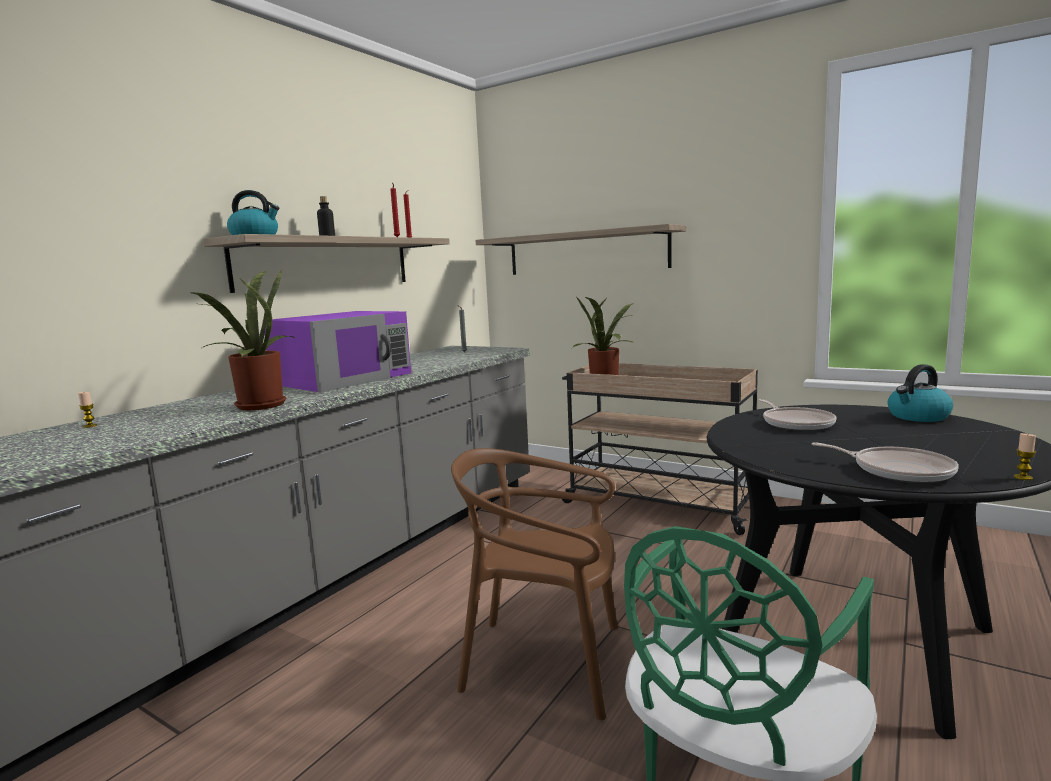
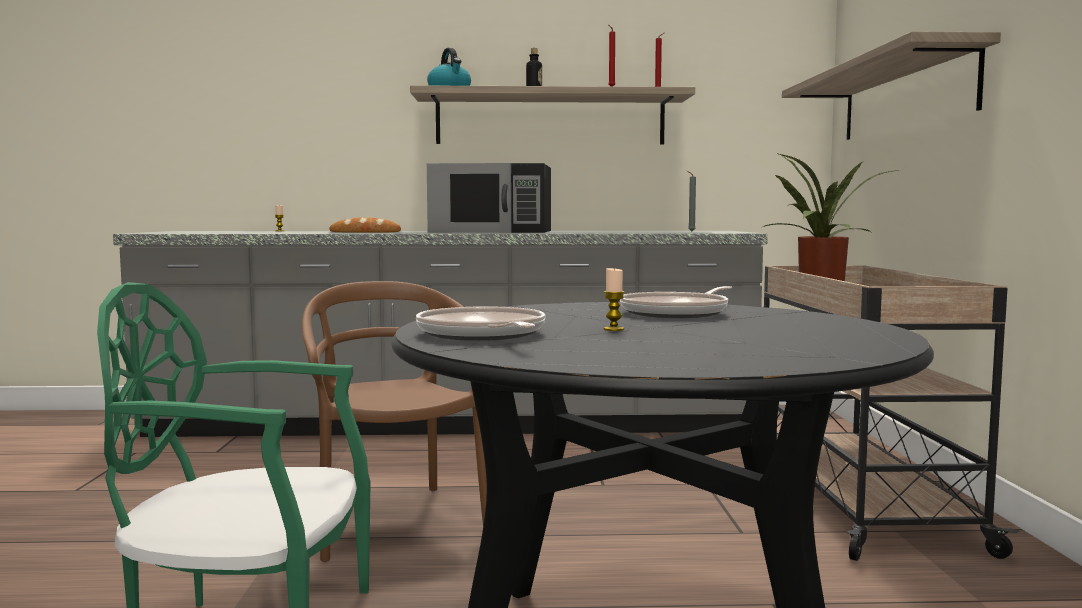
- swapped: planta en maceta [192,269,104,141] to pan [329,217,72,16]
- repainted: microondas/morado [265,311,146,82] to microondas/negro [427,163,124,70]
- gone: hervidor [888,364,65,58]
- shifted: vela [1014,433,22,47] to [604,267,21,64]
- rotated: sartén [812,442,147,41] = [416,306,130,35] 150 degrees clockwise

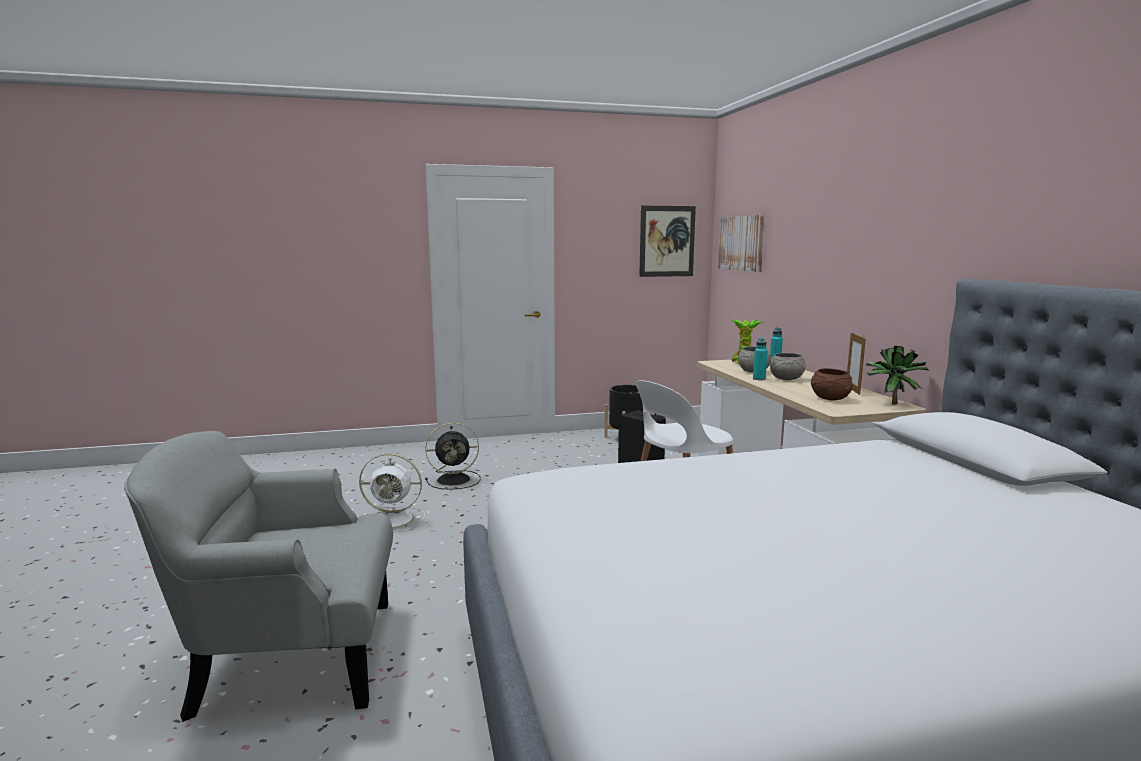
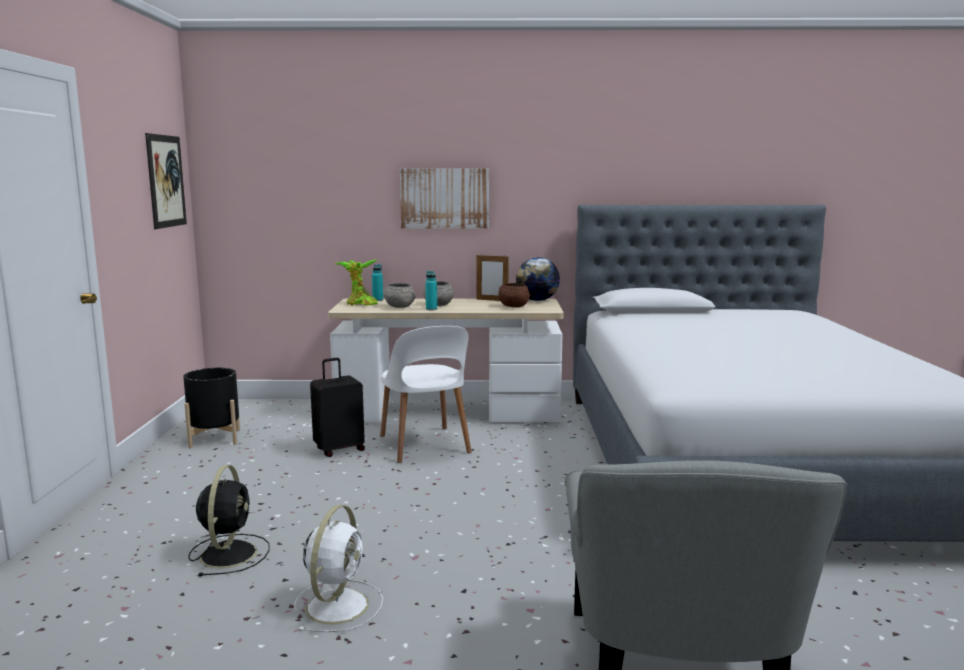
- shifted: cuadro [718,215,47,57] to [400,169,89,60]
- swapped: planta en maceta [865,346,63,59] to globo terráqueo [516,257,44,44]

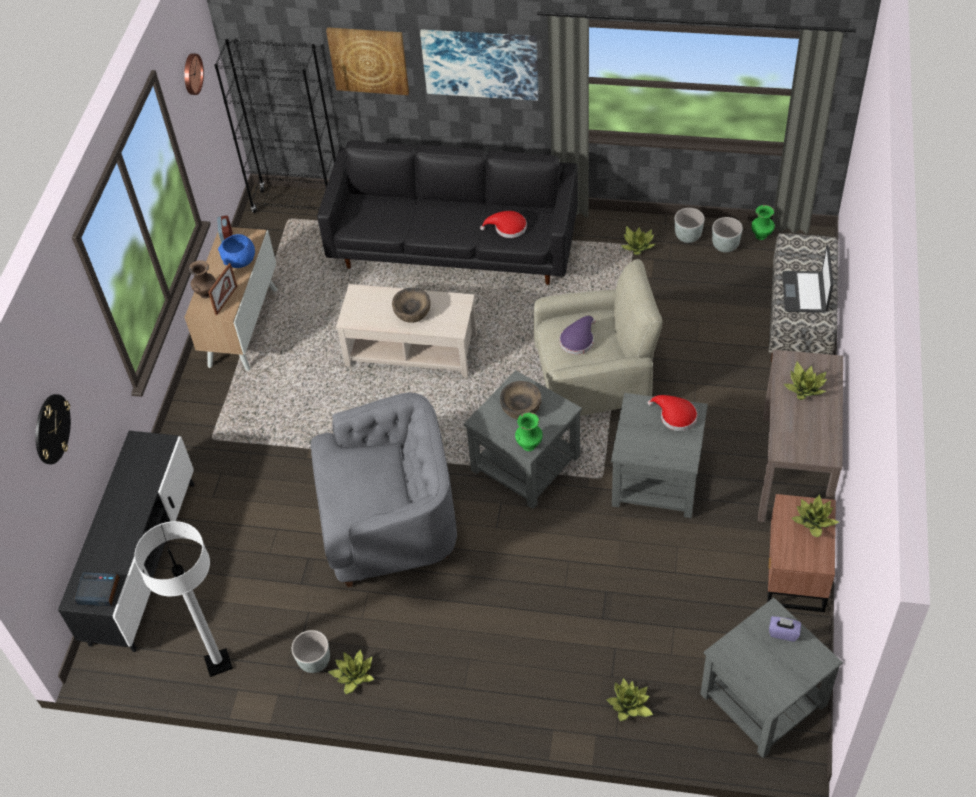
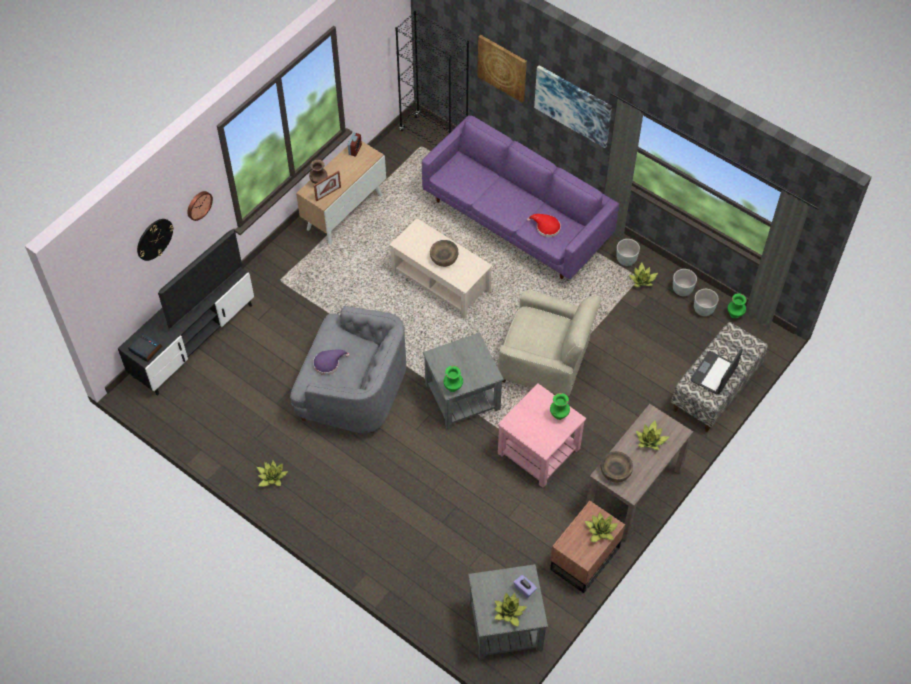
- shifted: reloj de pared [184,53,20,42] to [187,191,26,30]
- repainted: sofá/negro [317,140,261,145] to sofá/morado [422,115,197,164]
- gone: cuenco/azul [218,234,37,34]
- shifted: sombrero/morado [560,316,35,39] to [313,349,36,26]
- shifted: cuenco/marrón [500,381,41,38] to [600,451,33,32]
- repainted: mesa auxiliar/gris [611,393,97,125] to mesa auxiliar/rosa [497,384,89,104]
- swapped: sombrero/rojo [648,395,49,36] to florero/verde [550,393,20,27]
- gone: lámpara de pie/blanco [134,521,99,156]
- shifted: maceta/gris [292,630,38,43] to [616,239,24,27]
- shifted: planta en maceta [607,678,46,43] to [494,593,33,34]
- new: televisor [158,228,84,101]

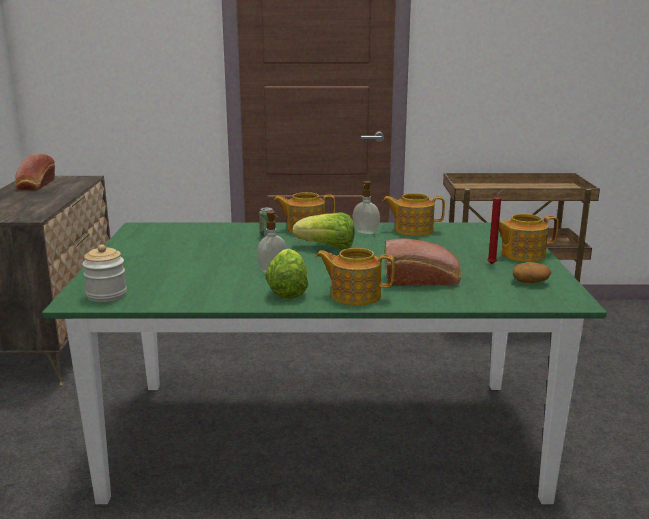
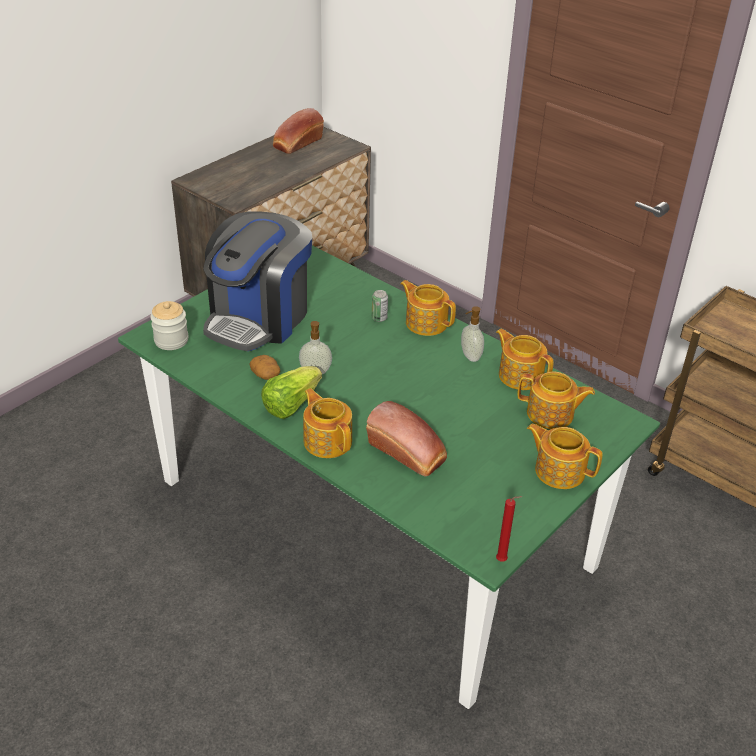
- shifted: vela/rojo [488,189,16,75] to [496,496,26,65]
- gone: lechuga [293,212,62,37]
- shifted: patata [513,262,38,21] to [250,355,30,25]
- new: cafetera [203,211,109,140]
- new: tetera [517,372,78,57]

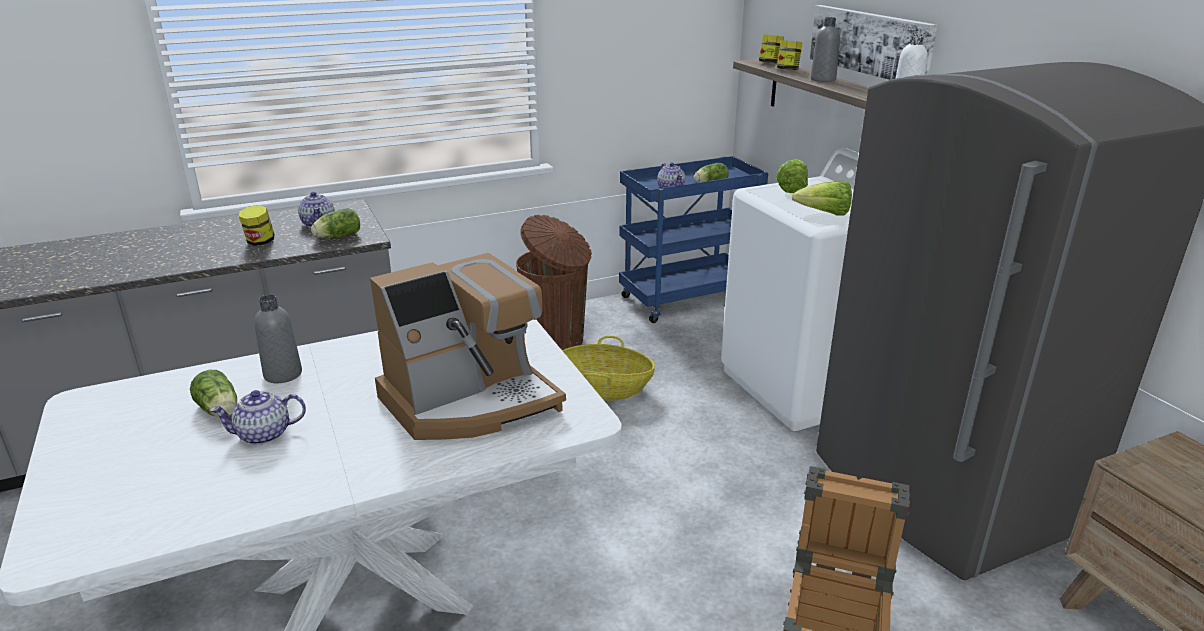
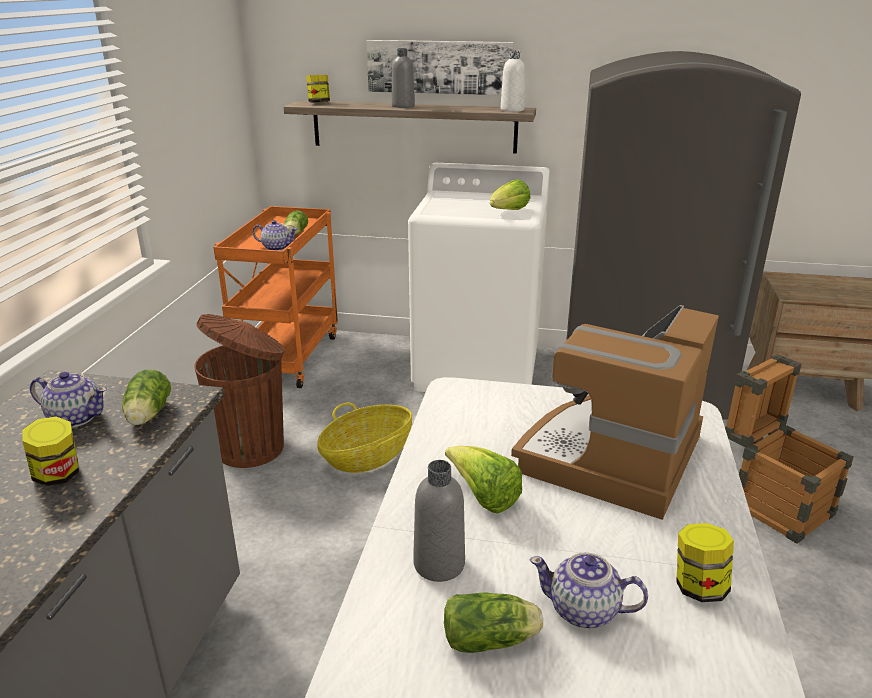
- shifted: tarro [777,40,26,30] to [676,523,58,79]
- repainted: carrito/azul [619,156,149,167] to carrito/naranja [213,206,125,182]
- shifted: lechuga [776,159,32,34] to [445,446,77,68]
- rotated: cafetera [370,253,196,187] = [511,305,208,215] 150 degrees counterclockwise
- rotated: tetera [210,390,96,55] = [530,552,118,77] 90 degrees clockwise

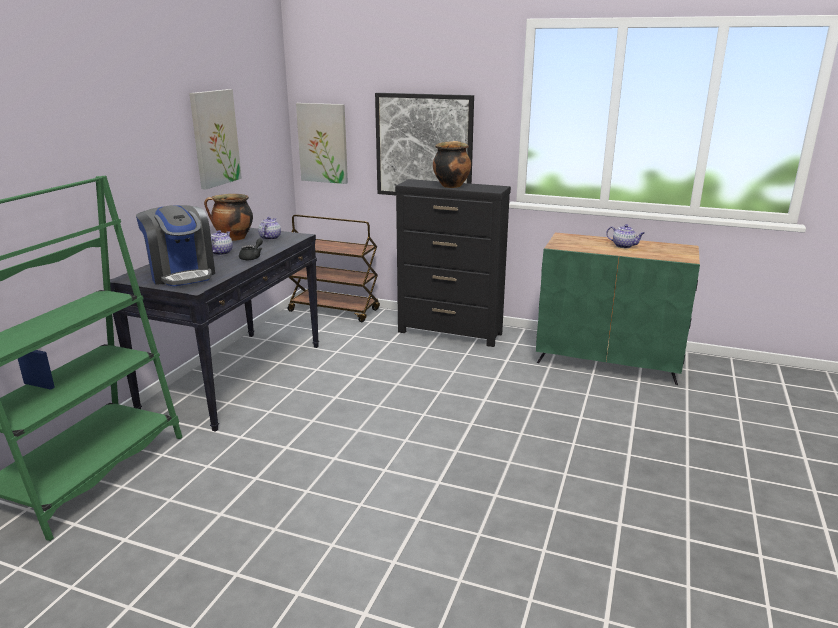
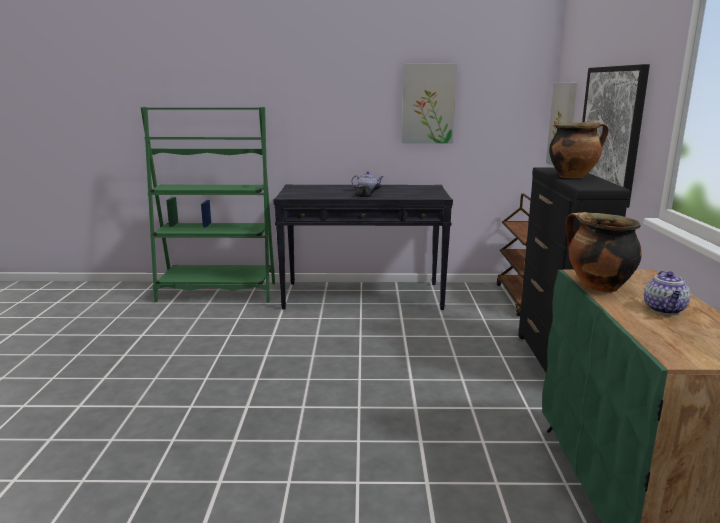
- shifted: olla [204,194,49,47] to [566,212,76,80]
- gone: cafetera [136,205,79,81]
- gone: tetera [258,217,23,23]

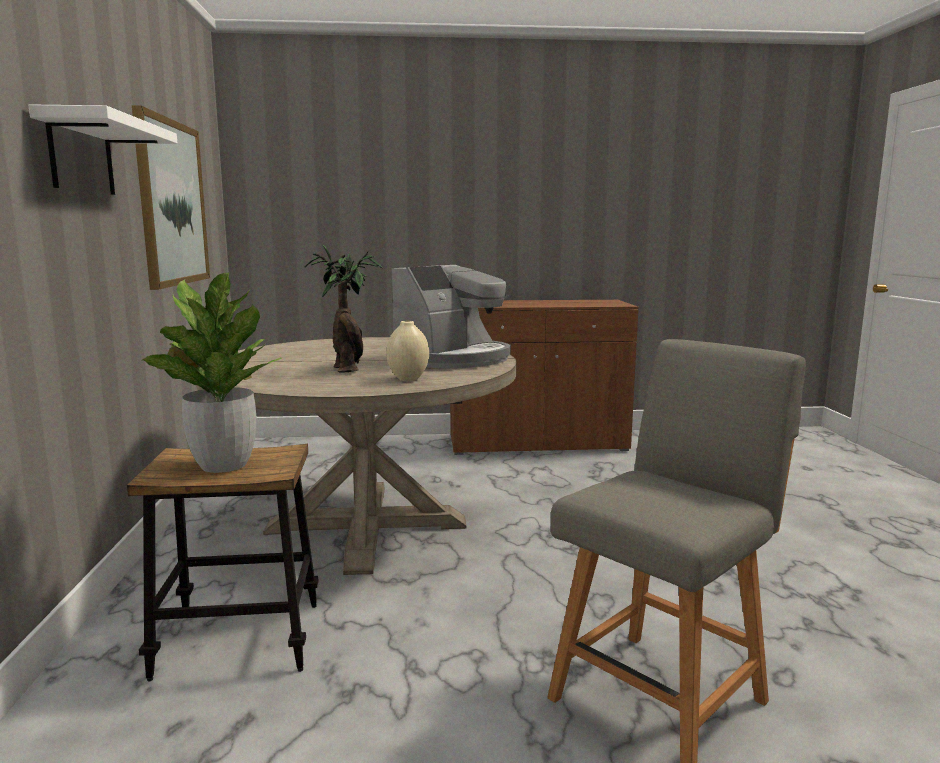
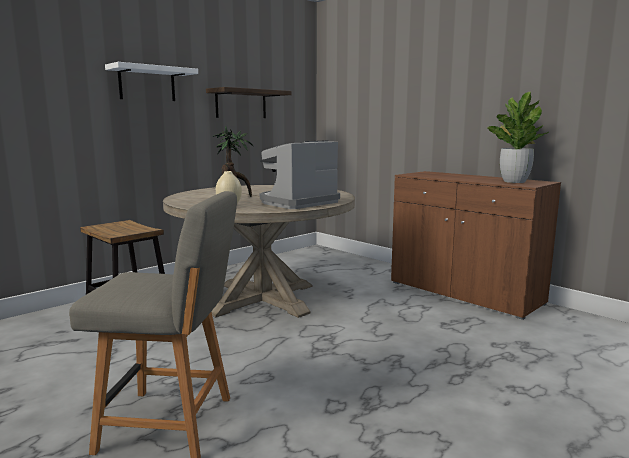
- swapped: cuadro [132,105,78,185] to estante [206,87,86,31]
- rotated: cafetera [392,265,119,104] = [260,140,80,69] 135 degrees clockwise
- shifted: planta en maceta [141,272,141,201] to [488,92,60,91]

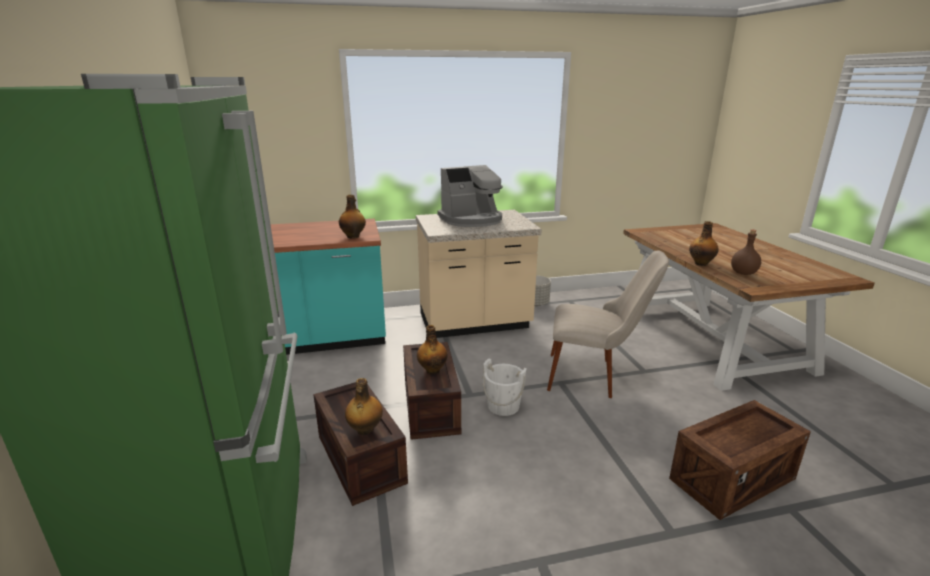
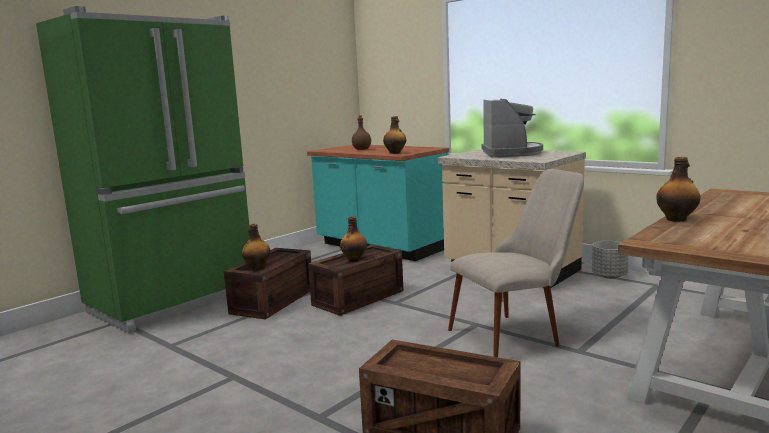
- rotated: cafetera [438,165,65,62] = [481,99,62,58] 120 degrees counterclockwise
- shifted: botella/marrón [731,230,30,45] to [352,116,19,34]
- rotated: silla/beis [547,250,122,148] = [448,169,136,188] 90 degrees counterclockwise
- gone: cubo/blanco [483,358,44,58]

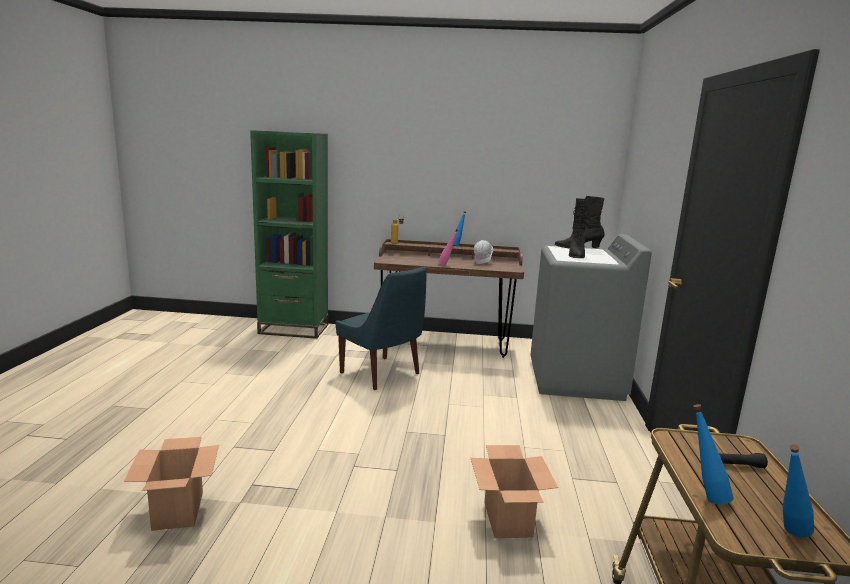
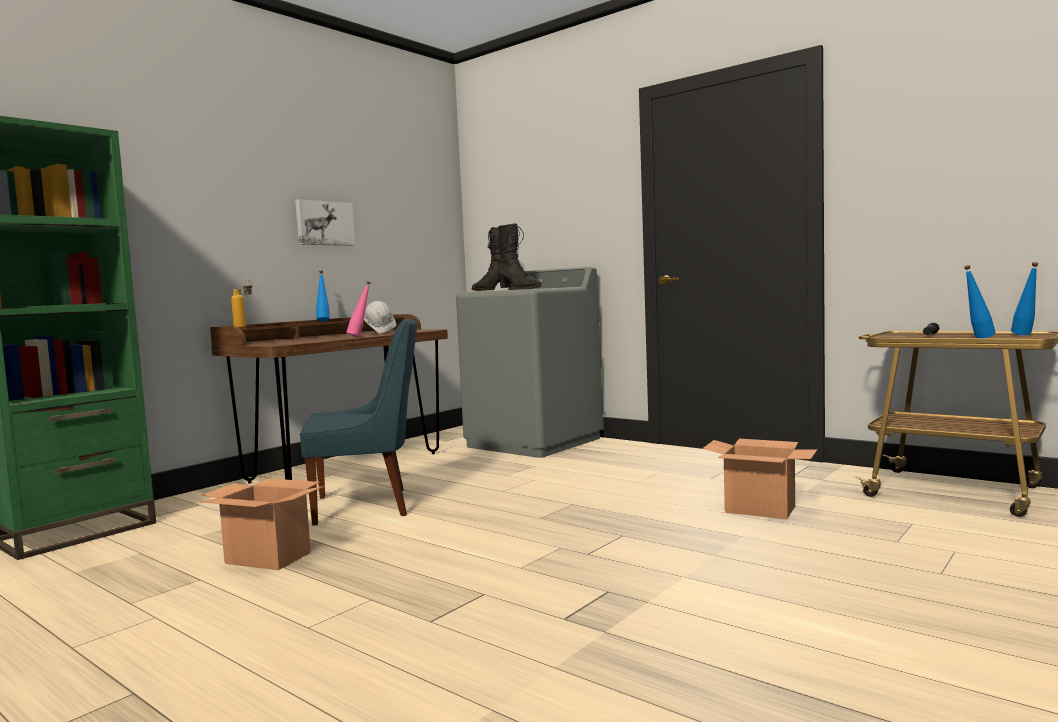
- shifted: caja de cartón [124,437,95,94] to [201,478,123,92]
- new: cuadro [295,199,60,47]

